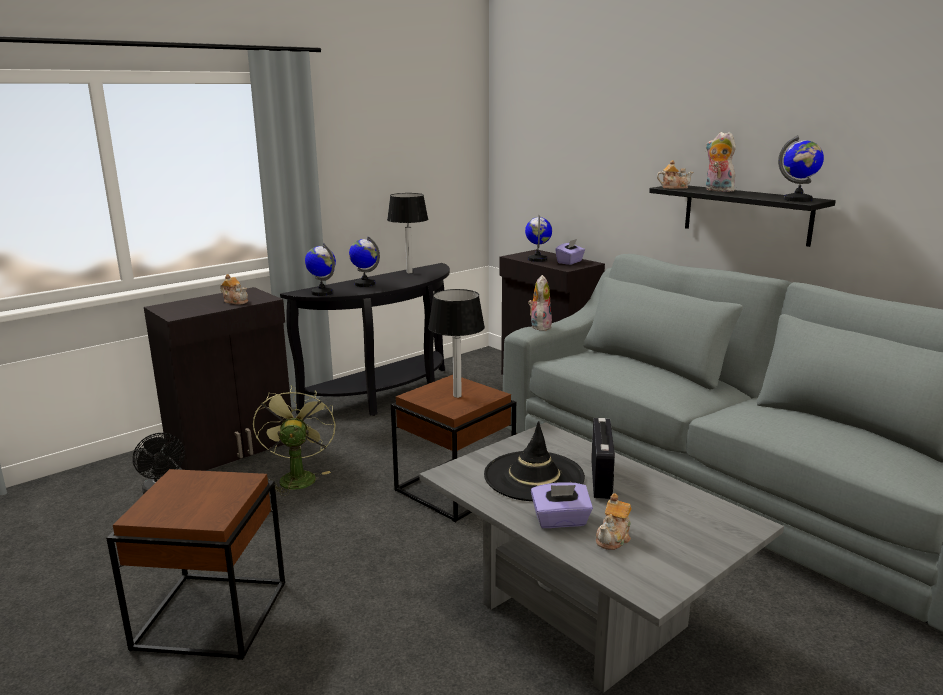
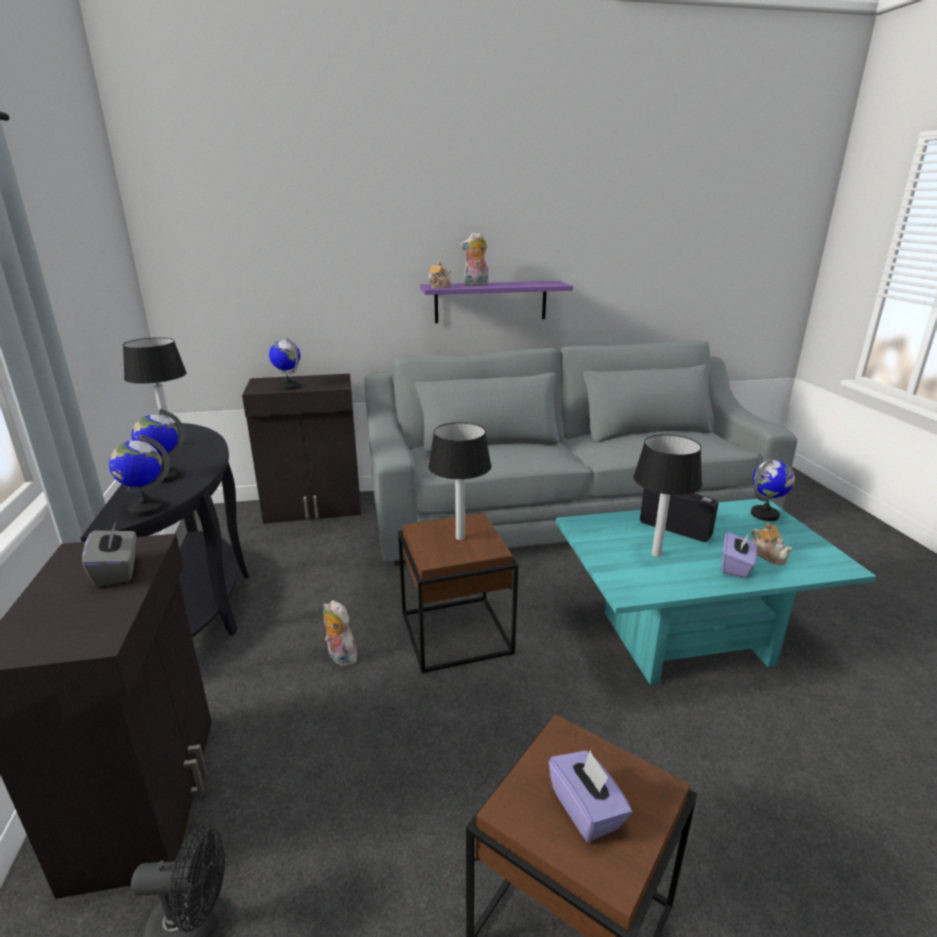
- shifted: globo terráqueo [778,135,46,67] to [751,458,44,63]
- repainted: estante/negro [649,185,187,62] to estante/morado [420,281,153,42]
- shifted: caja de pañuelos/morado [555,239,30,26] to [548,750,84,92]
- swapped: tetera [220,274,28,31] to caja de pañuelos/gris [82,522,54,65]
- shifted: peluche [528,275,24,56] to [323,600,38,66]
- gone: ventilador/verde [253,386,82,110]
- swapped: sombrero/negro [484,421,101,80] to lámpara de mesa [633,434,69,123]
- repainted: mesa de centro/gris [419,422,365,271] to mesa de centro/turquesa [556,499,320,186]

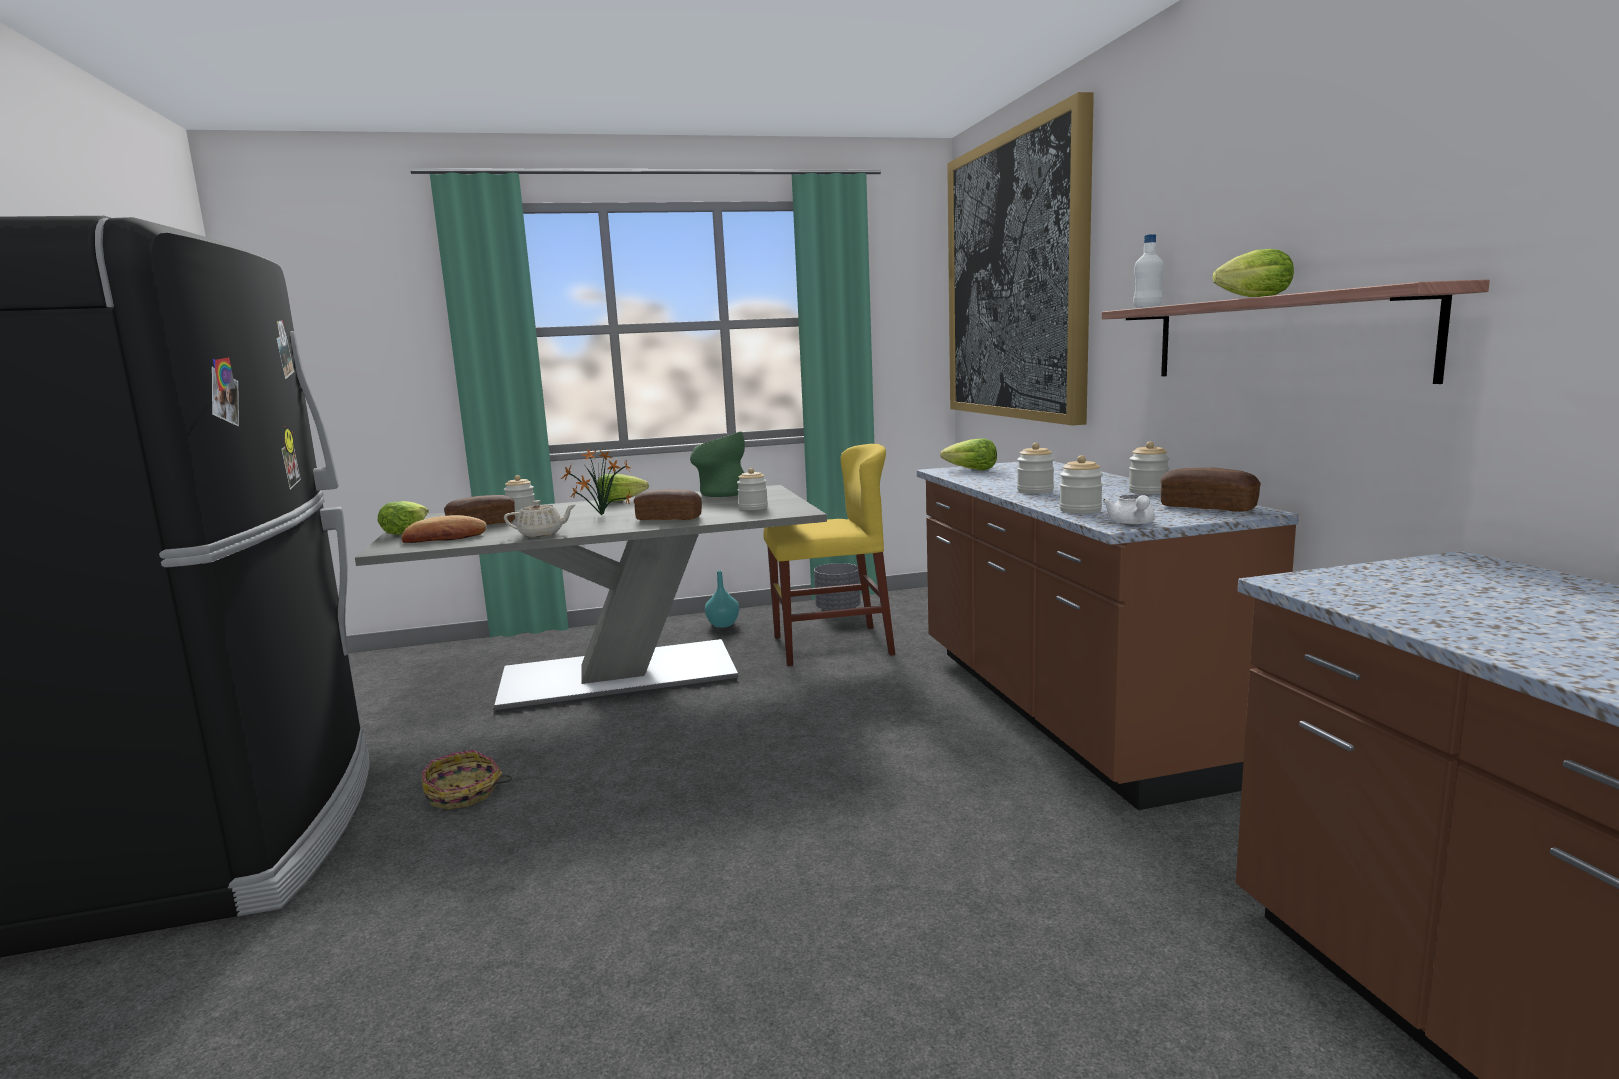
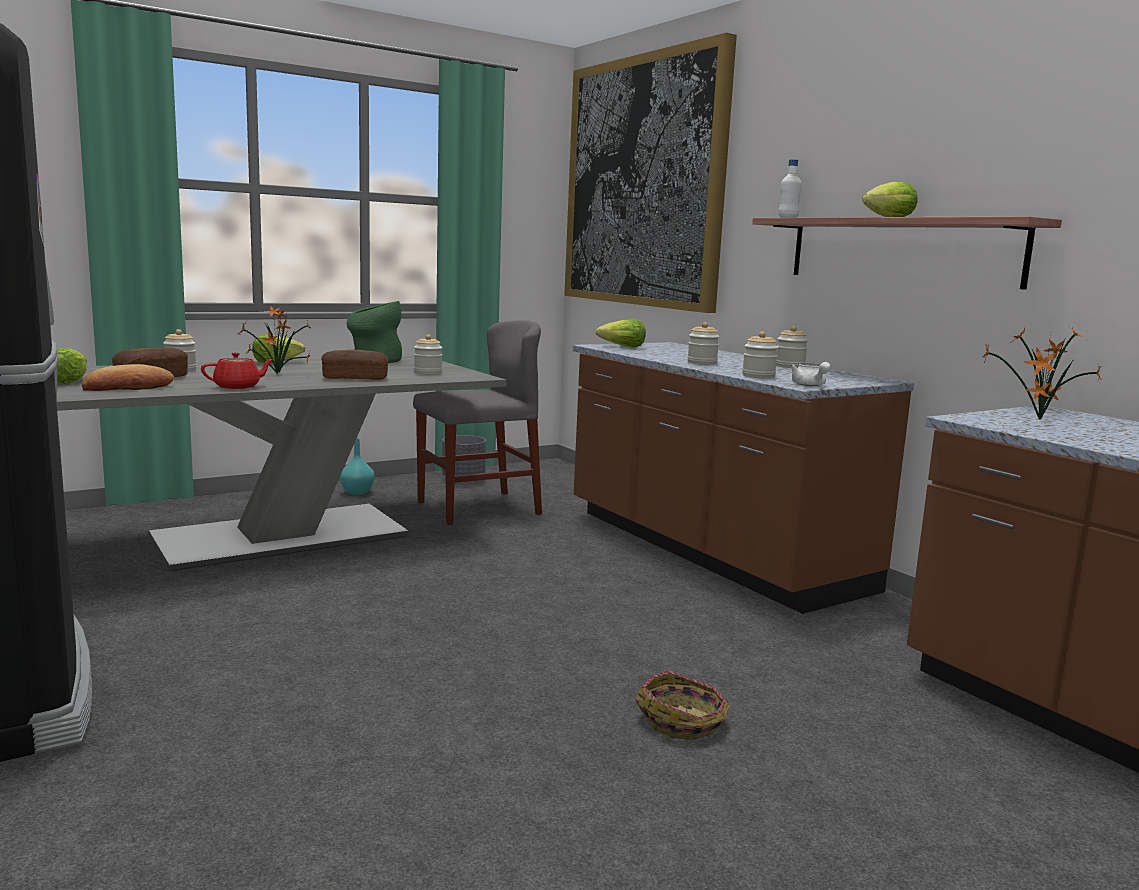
- repainted: silla/amarillo [763,444,132,222] to silla/gris [413,320,129,205]
- gone: pan [1161,468,100,44]
- repainted: tetera/beis [504,500,72,37] to tetera/rojo [201,353,73,36]
- shifted: cesta [422,750,90,60] to [635,671,95,69]
- new: planta en maceta [983,325,119,94]

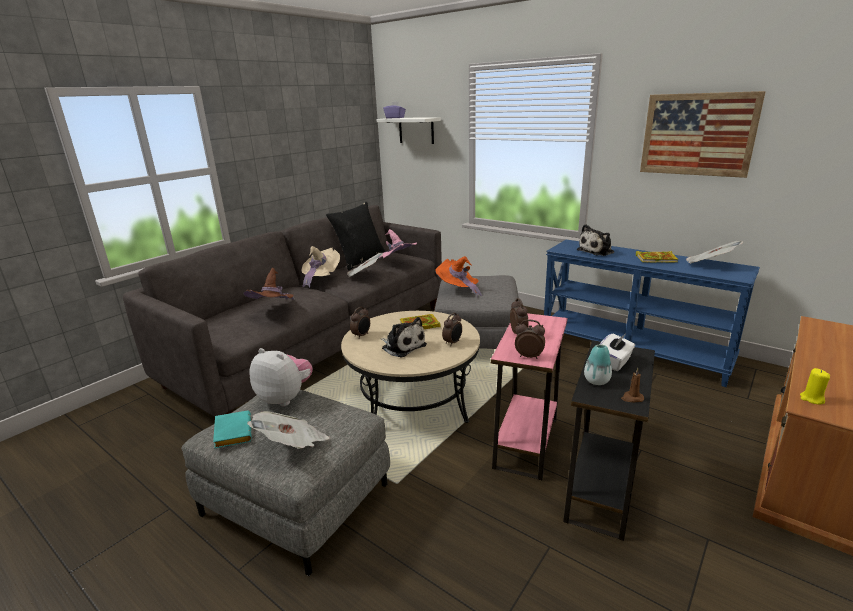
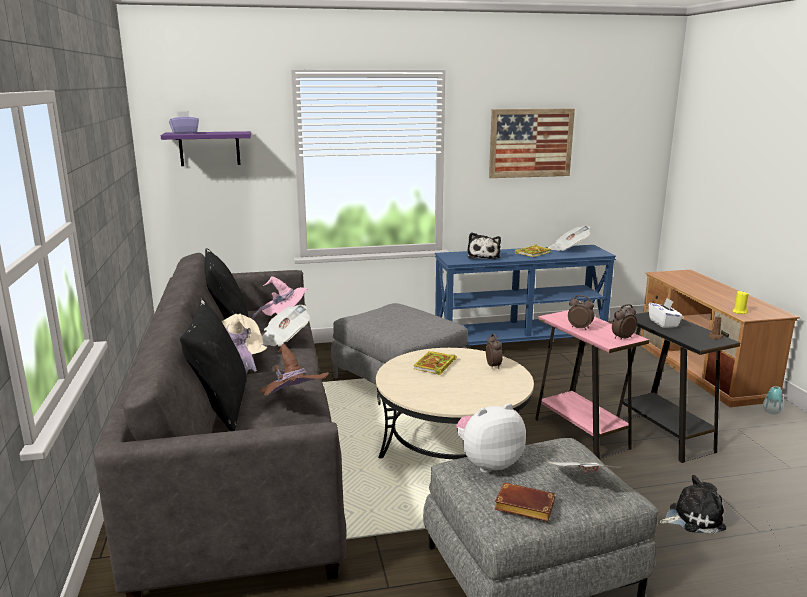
- repainted: estante/blanco [376,117,65,27] to estante/morado [161,131,90,35]
- gone: sombrero/naranja [435,256,47,42]
- gone: despertador [350,307,20,32]
- shifted: peluche [381,317,46,41] to [660,475,66,59]
- shifted: florero [584,344,28,41] to [763,386,20,29]
- repainted: libro/turquesa [213,411,39,38] to libro/marrón [494,483,61,39]
- new: cojín/negro [180,298,67,133]

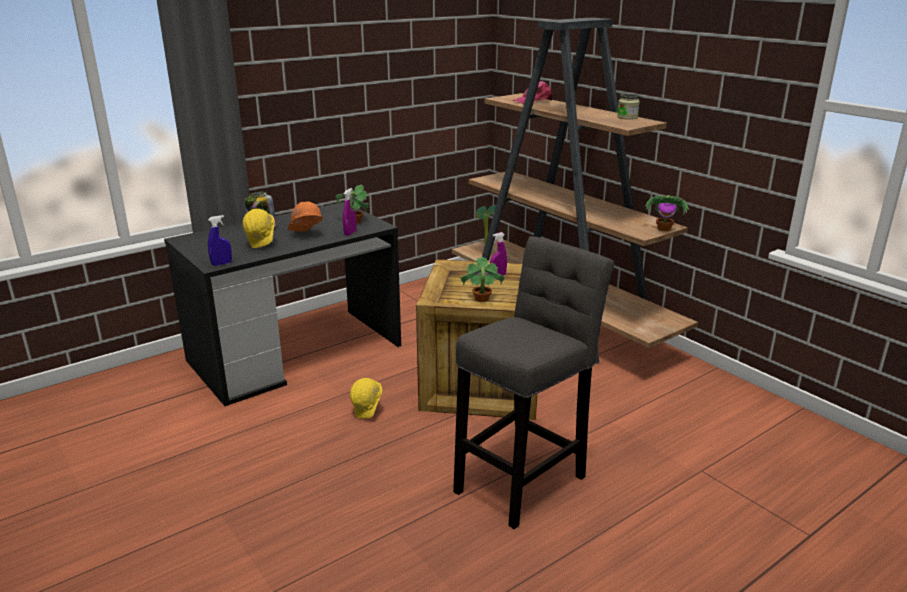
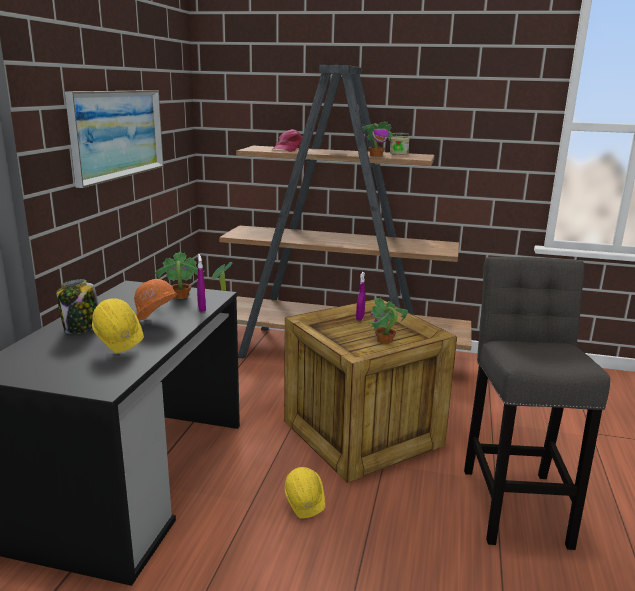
- shifted: planta en maceta [645,195,45,36] to [362,121,32,36]
- gone: pulverizador/azul [208,215,24,51]
- new: cuadro [65,90,99,98]

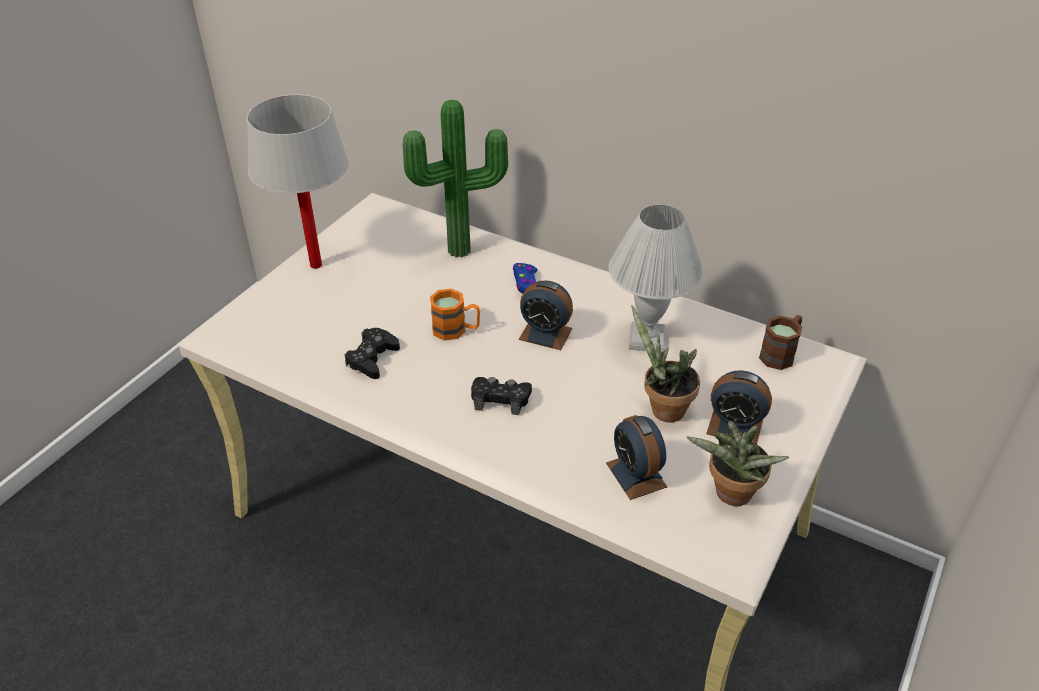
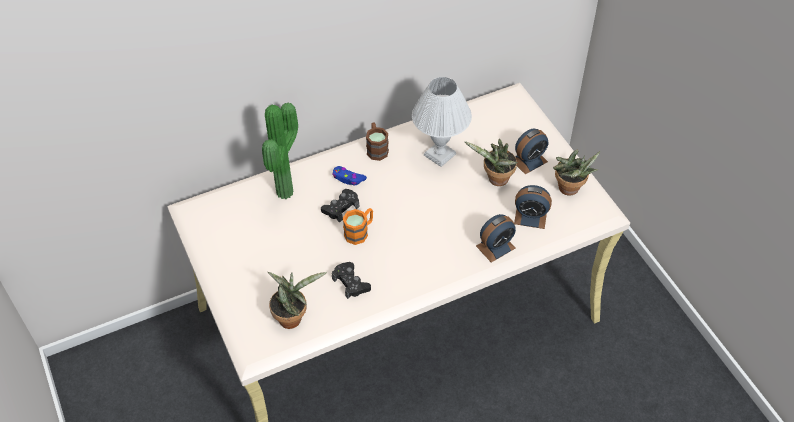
- gone: lámpara de mesa/blanco [247,94,102,175]
- shifted: despertador [519,281,54,69] to [476,214,40,49]
- shifted: taza grande/marrón [759,315,43,55] to [366,123,23,38]
- shifted: mando de consola/negro [471,377,61,38] to [321,189,38,34]
- new: planta en maceta [267,272,60,57]

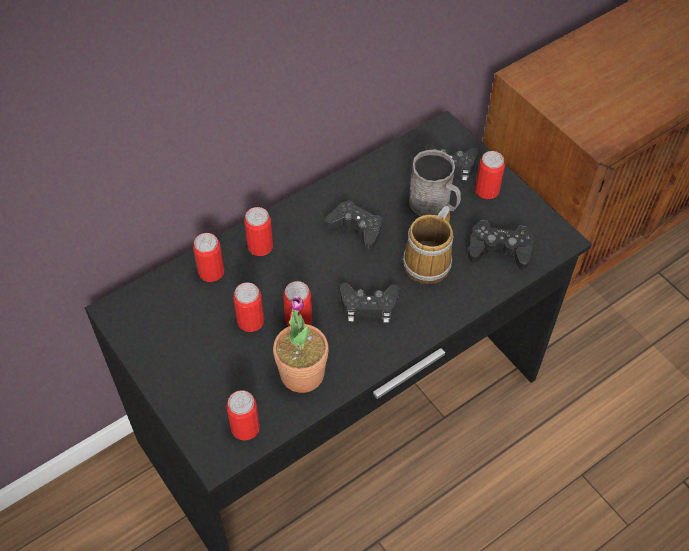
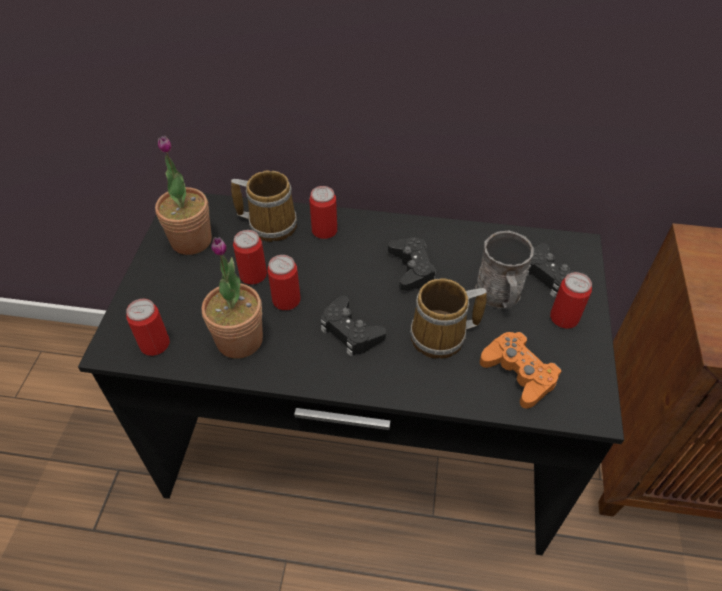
- repainted: mando de consola/negro [468,220,65,50] to mando de consola/naranja [480,332,81,76]
- swapped: lata [193,233,31,49] to taza grande [231,170,66,72]
- new: planta en maceta [155,135,57,120]

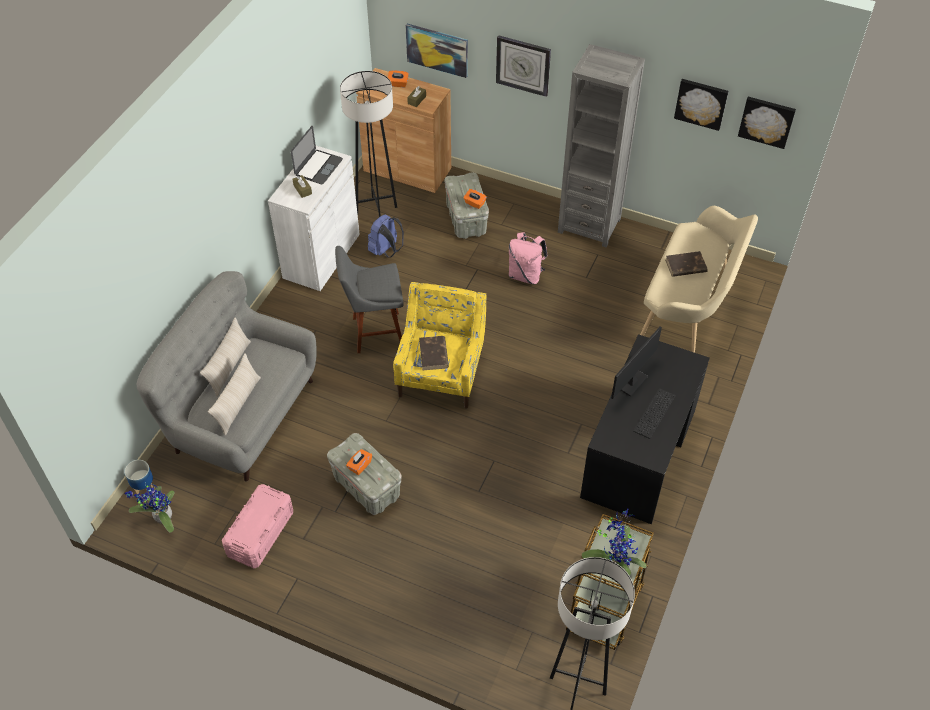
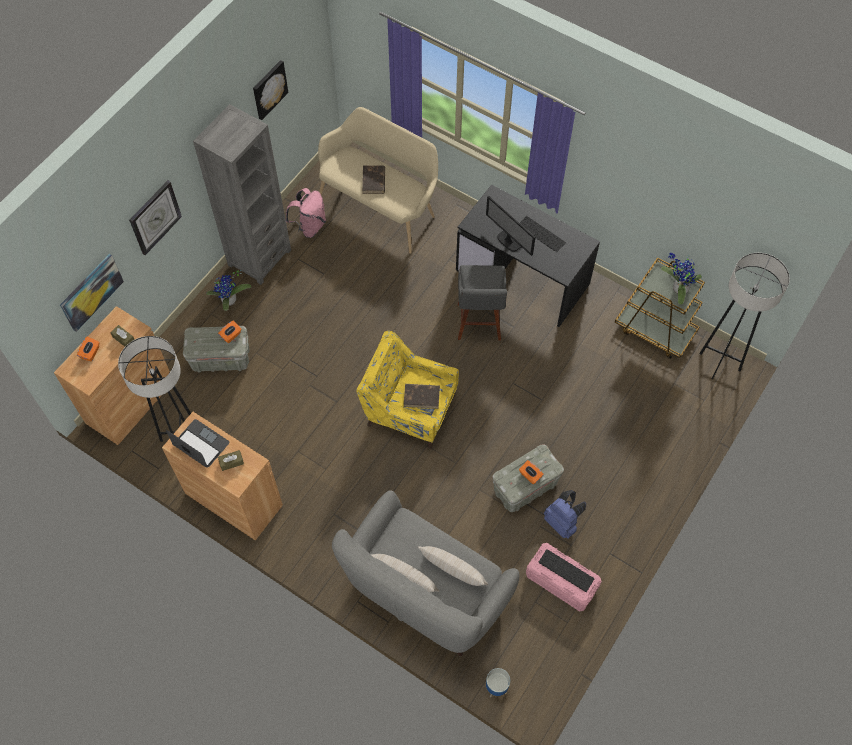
- gone: cuadro [738,97,58,52]
- repainted: armario/blanco [268,146,92,145] to armario/marrón [162,412,121,129]
- shifted: mochila/azul [368,215,36,42] to [544,490,42,48]
- shifted: mochila/rosa [509,232,39,52] to [286,188,40,50]
- shifted: taburete/gris [335,246,69,107] to [458,265,49,76]
- shifted: planta en maceta [125,483,50,50] to [206,270,45,41]
- new: teclado [538,549,57,43]

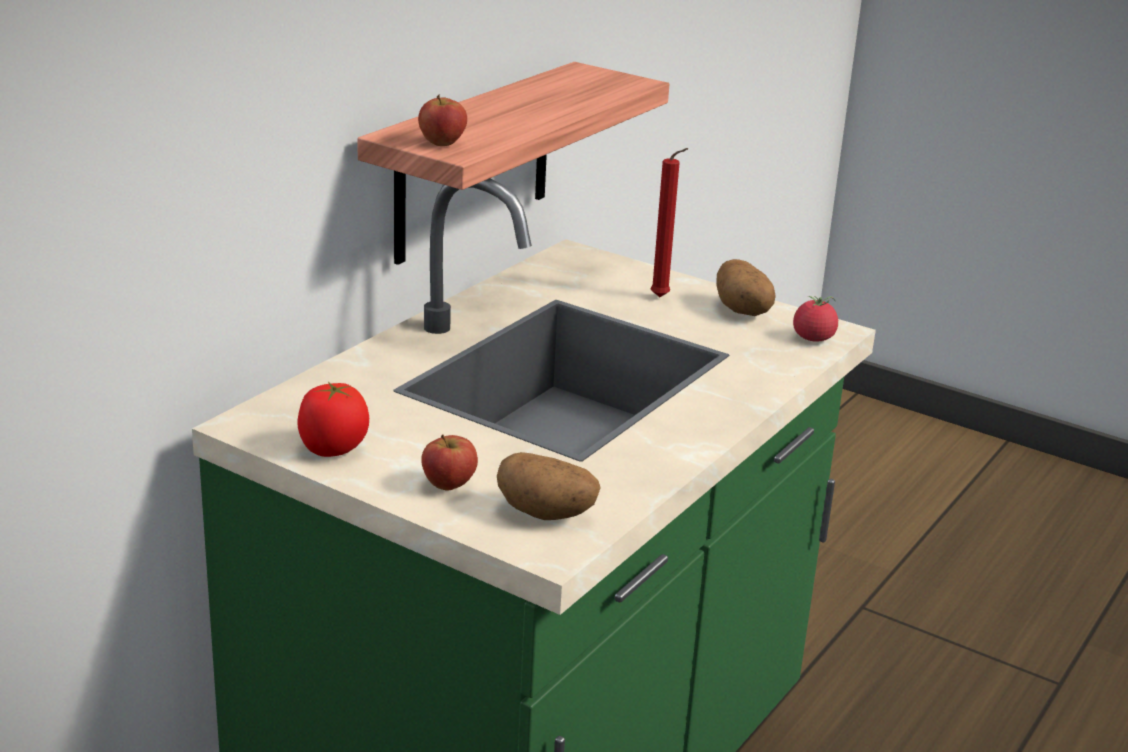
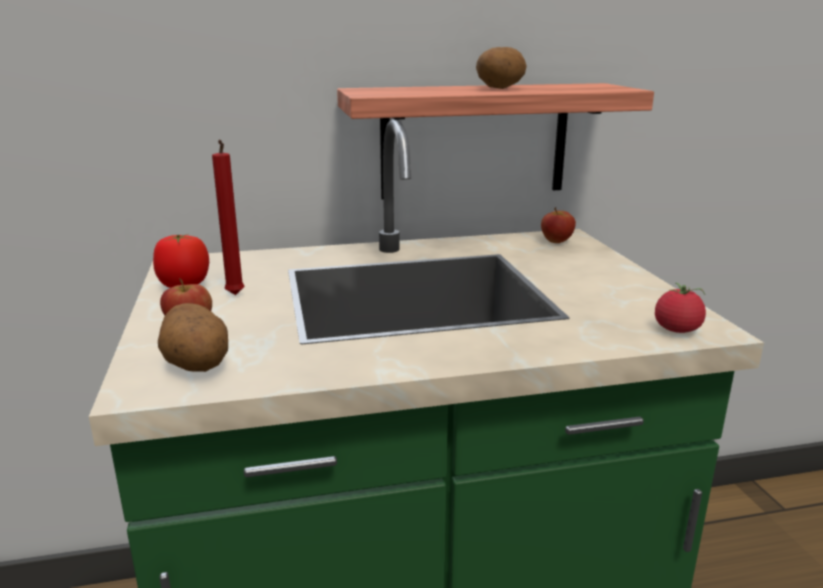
- shifted: manzana [418,94,49,52] to [541,207,35,36]
- shifted: vela/rojo [650,148,38,149] to [212,140,33,155]
- shifted: patata [716,259,60,57] to [476,47,51,42]

